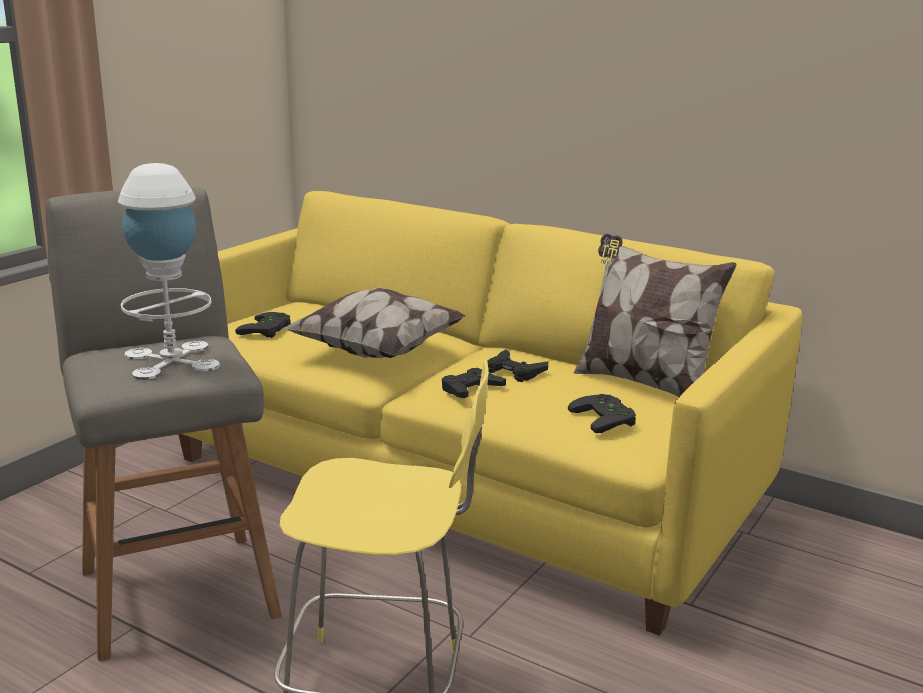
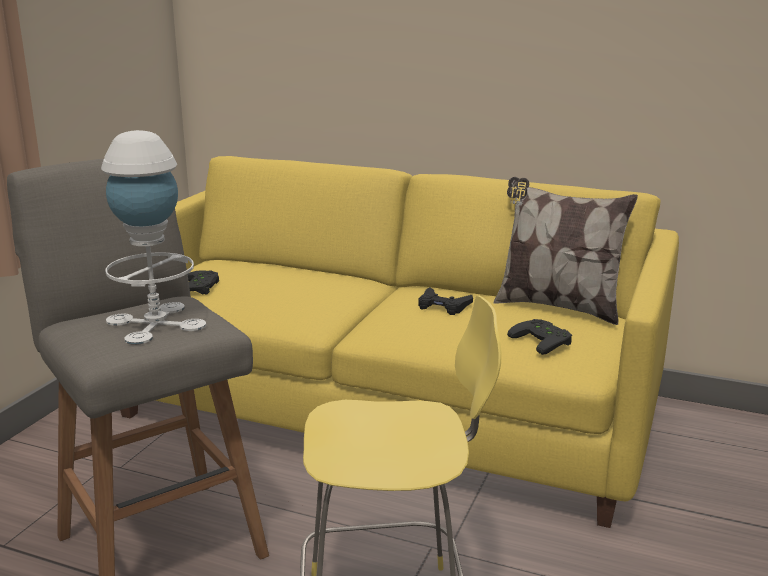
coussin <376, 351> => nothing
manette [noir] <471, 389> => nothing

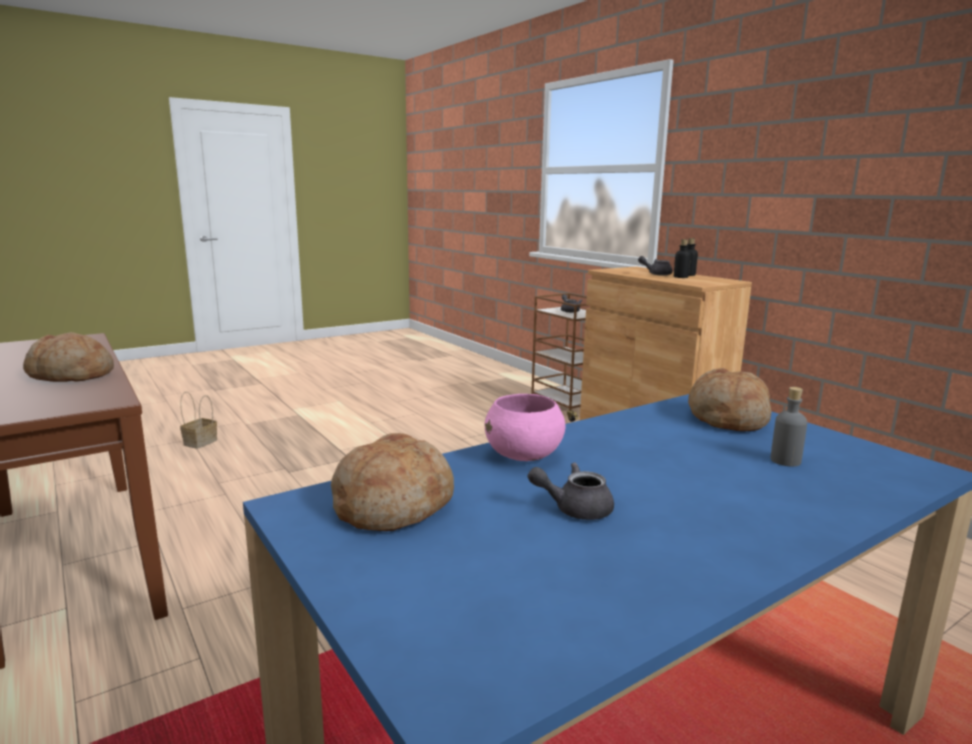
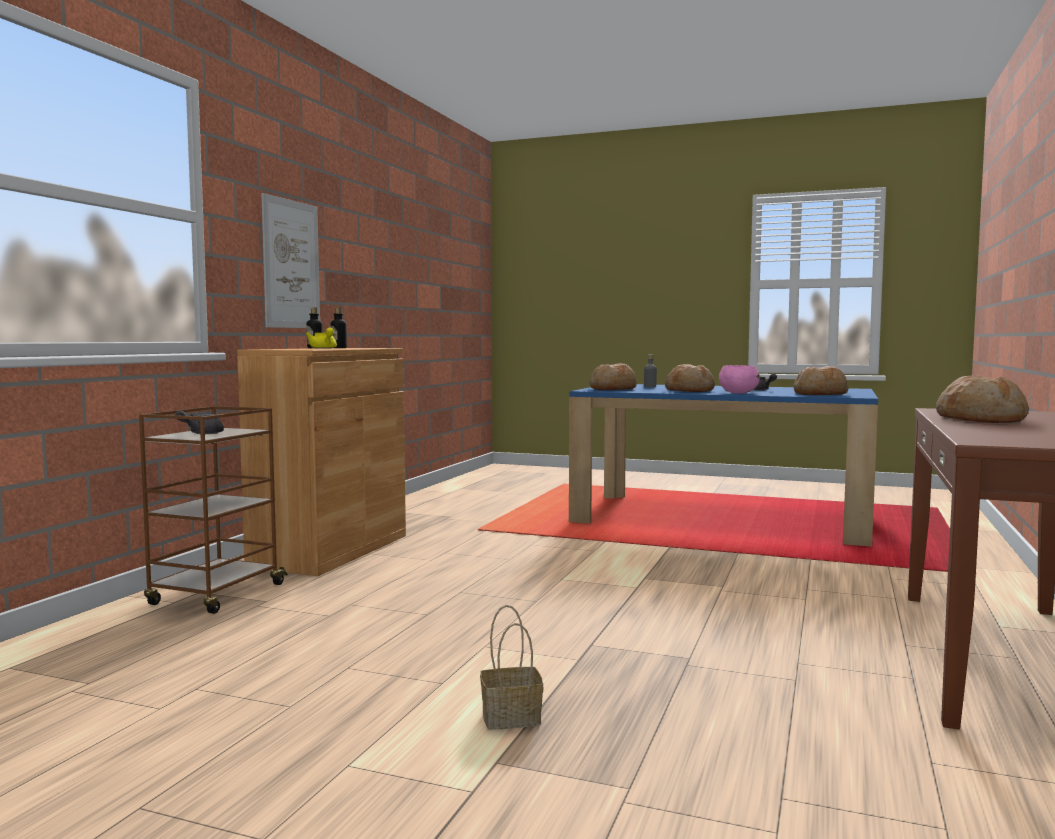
nothing => tableau <291, 264>
nothing => pain <689, 390>
panier <201, 442> => panier <509, 718>, move
théière [gris] <656, 274> => théière [jaune] <324, 348>

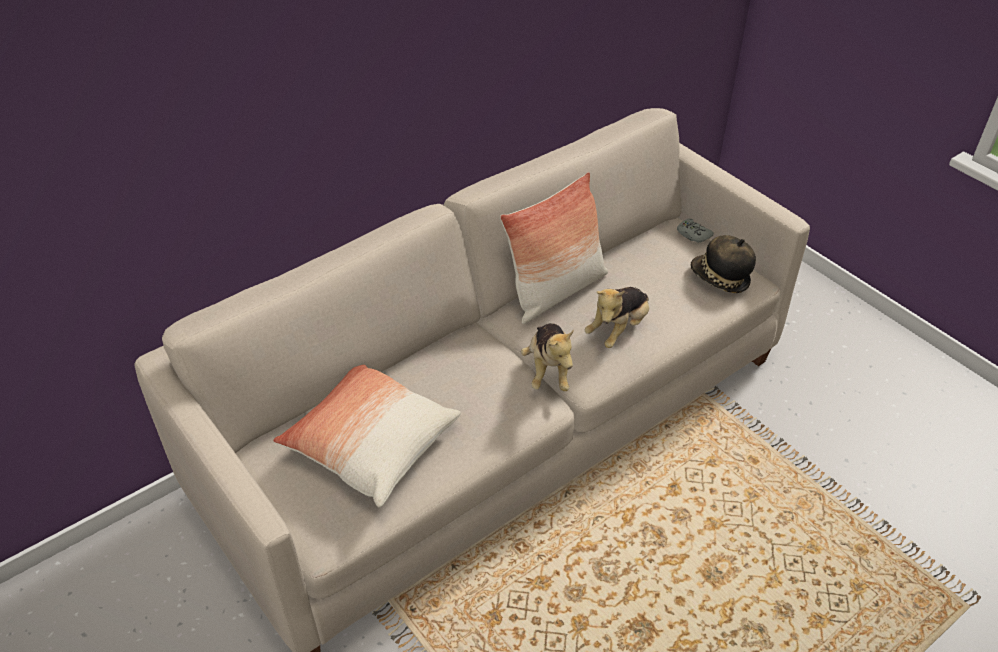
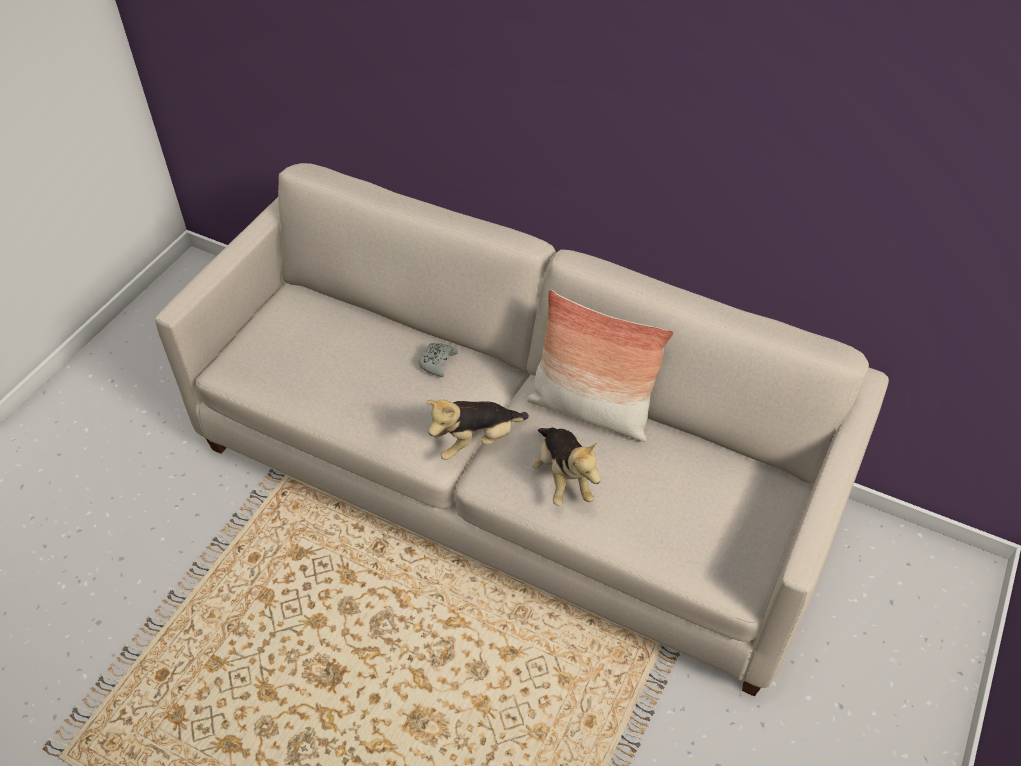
coussin <370, 445> => nothing
chapeau <719, 279> => nothing
manette [gris] <693, 234> => manette [gris] <437, 362>, move
peluche <618, 329> => peluche <563, 477>, 120 degrees counterclockwise

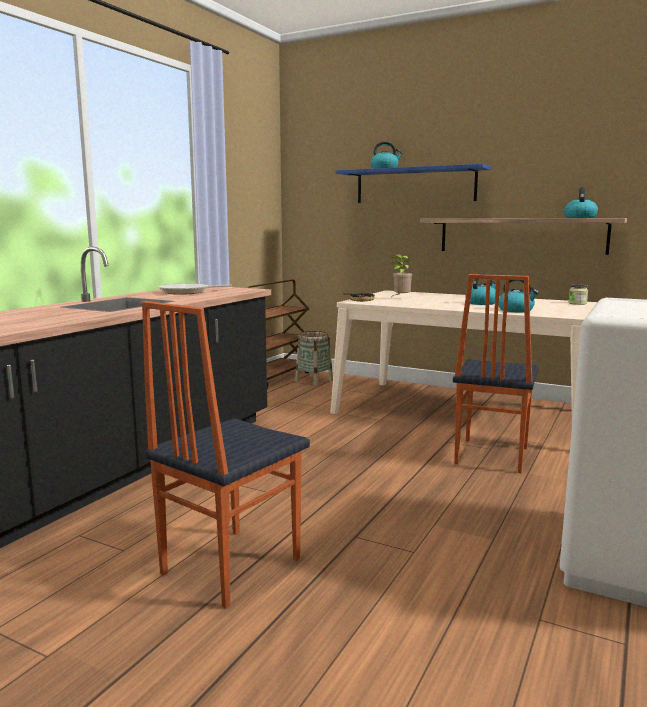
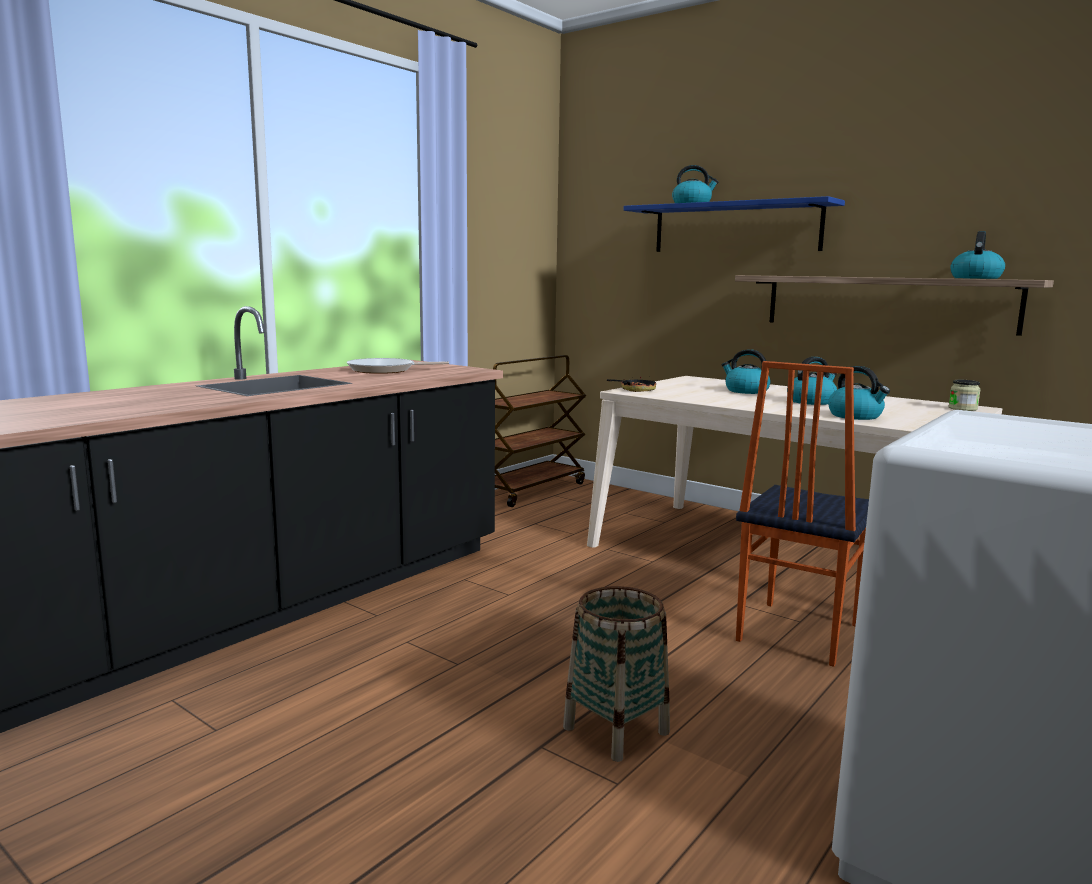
chaise <228, 566> => nothing
plante en pot <400, 298> => nothing
nothing => bouilloire <745, 391>
panier <313, 381> => panier <615, 730>, move

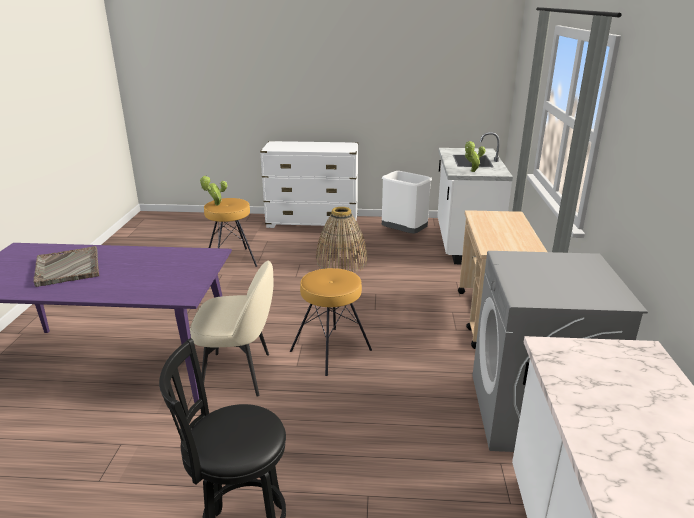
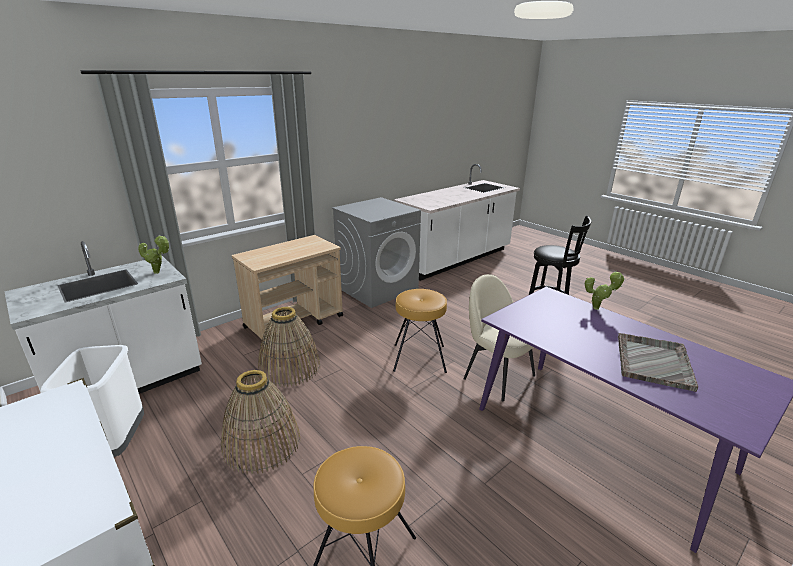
nothing => panier <289, 368>
plante en pot <215, 205> => plante en pot <598, 308>, move

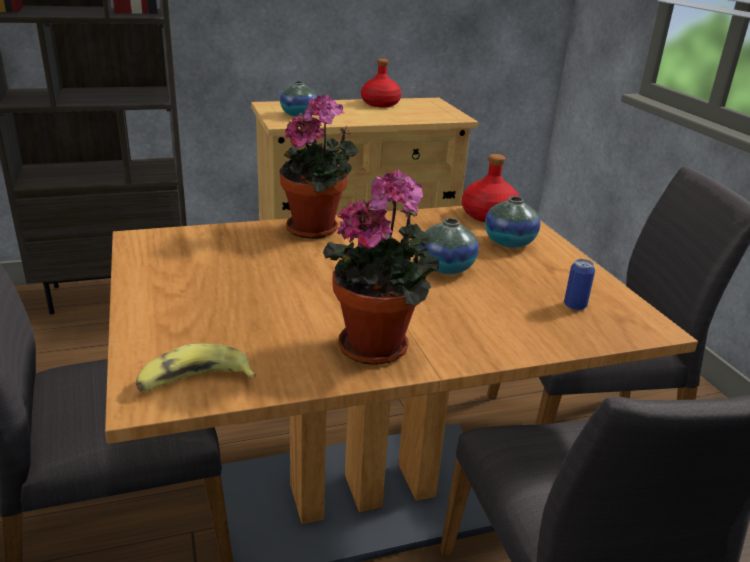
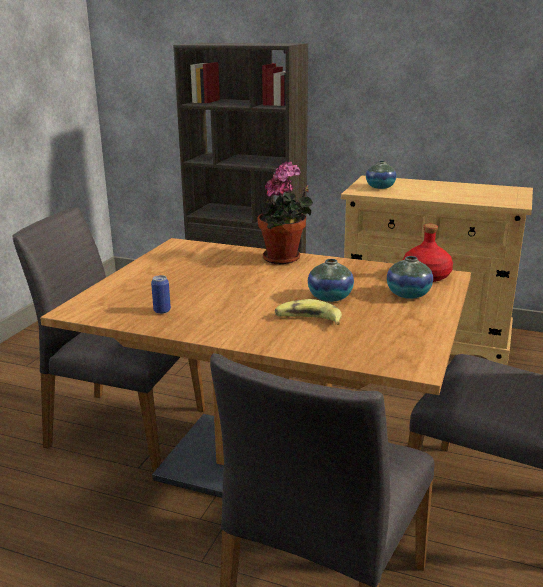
plante en pot <379, 345> => nothing
bouteille [rouge] <380, 104> => nothing
banane <194, 381> => banane <308, 320>, move
boîte métallique <575, 305> => boîte métallique <162, 310>, move

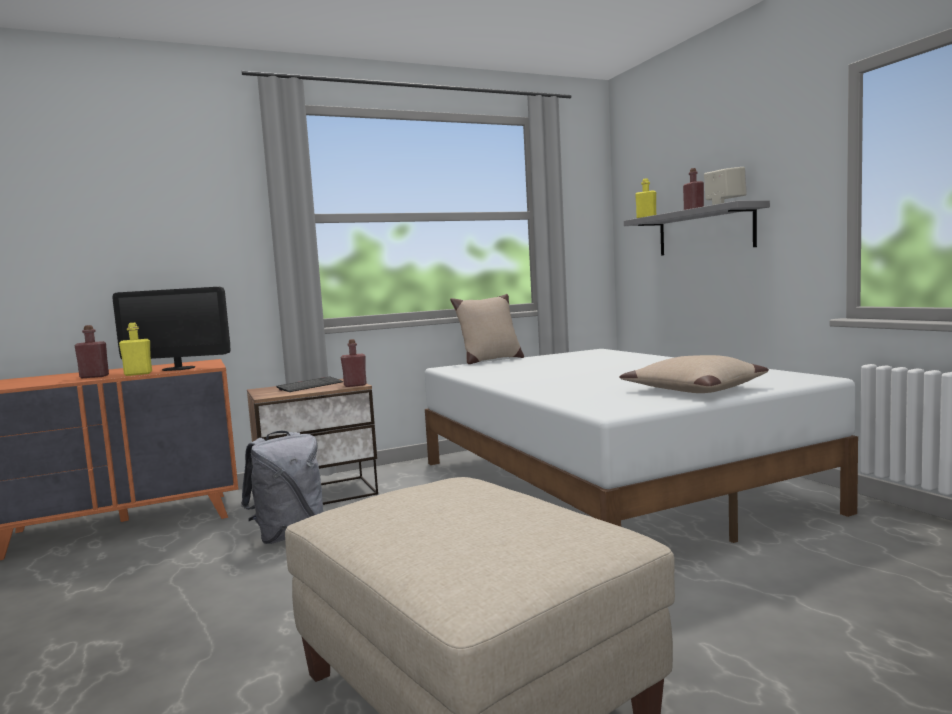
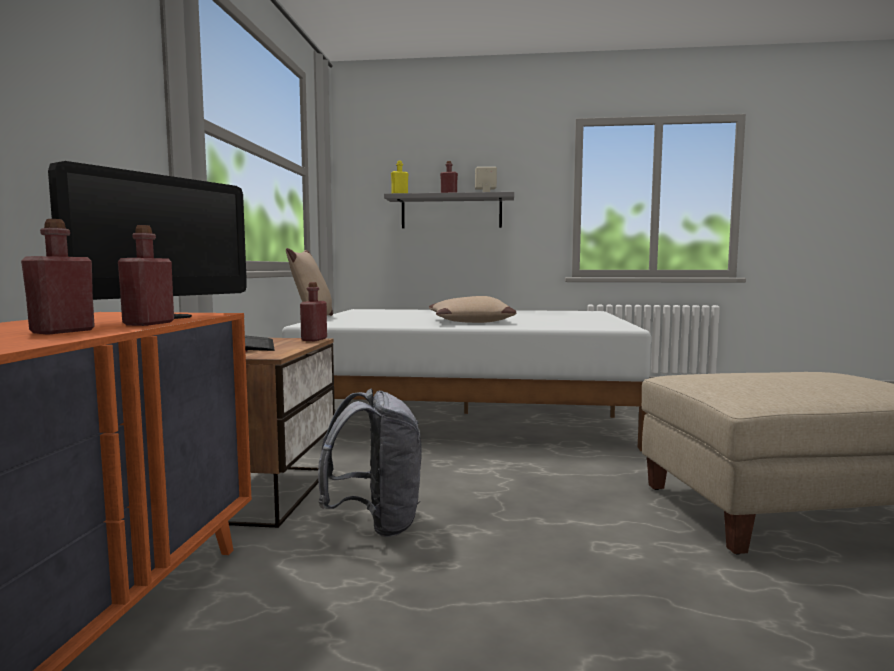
coussin [beige] <692, 389> => coussin [beige] <471, 322>, move
bouteille [jaune] <138, 374> => bouteille [rouge] <149, 323>

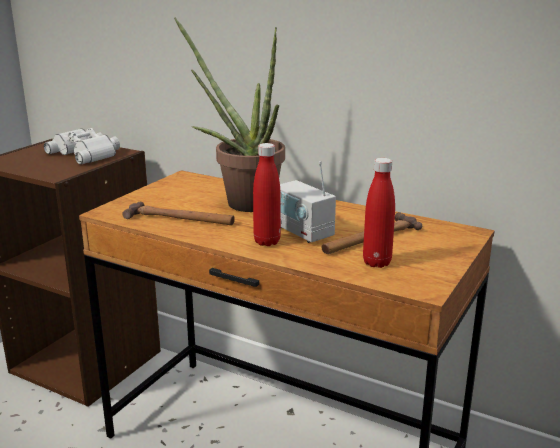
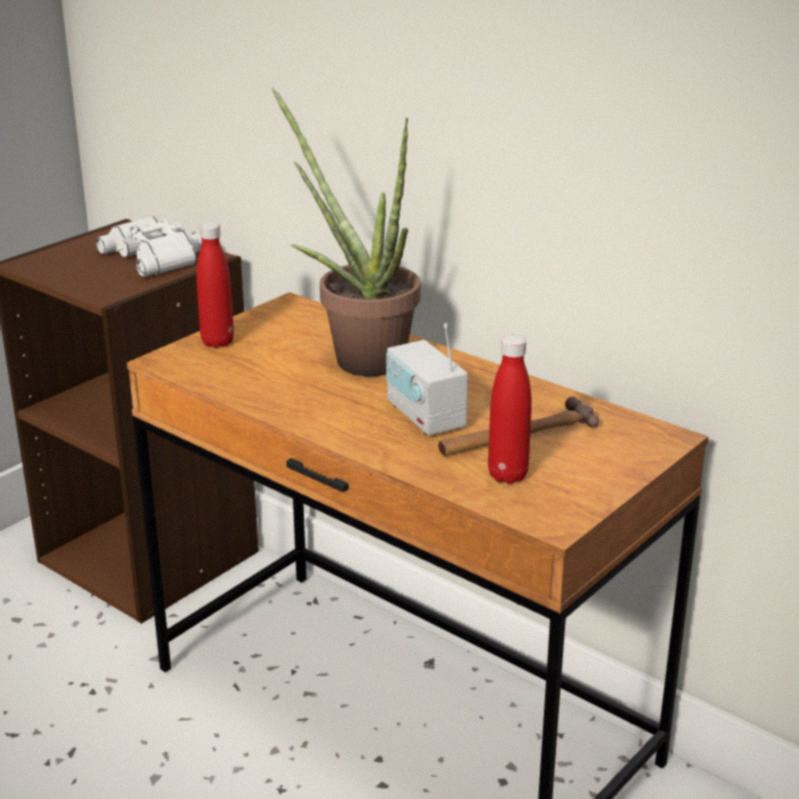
marteau <180, 219> => nothing
bouteille [rouge] <267, 242> => bouteille [rouge] <217, 342>, move

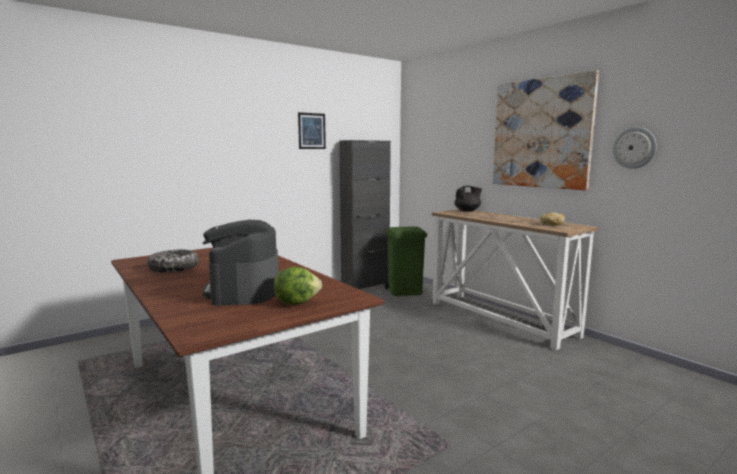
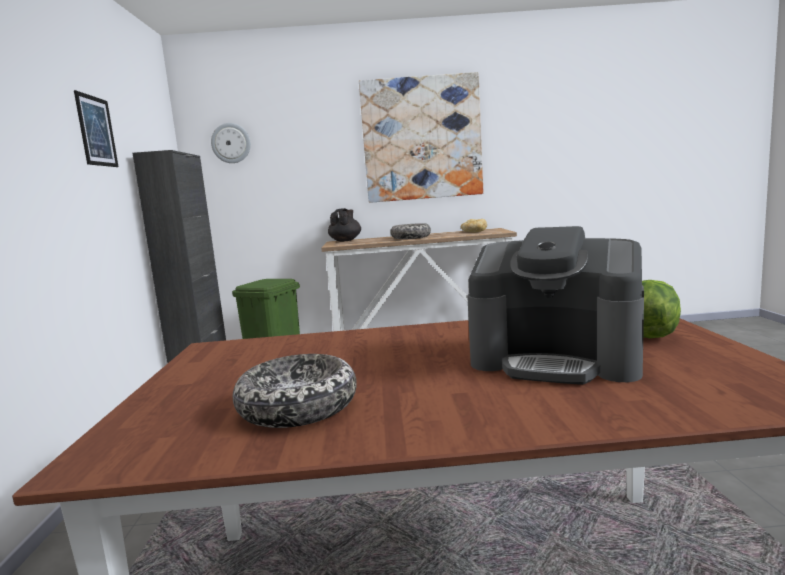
nothing => bol <411, 237>
horloge murale <634, 147> => horloge murale <231, 143>, move

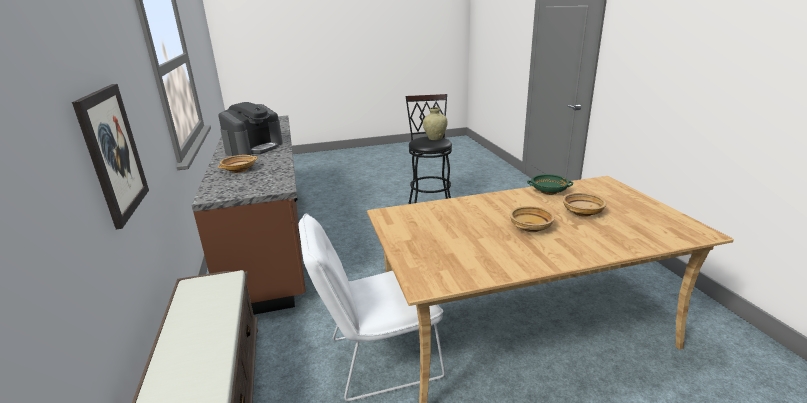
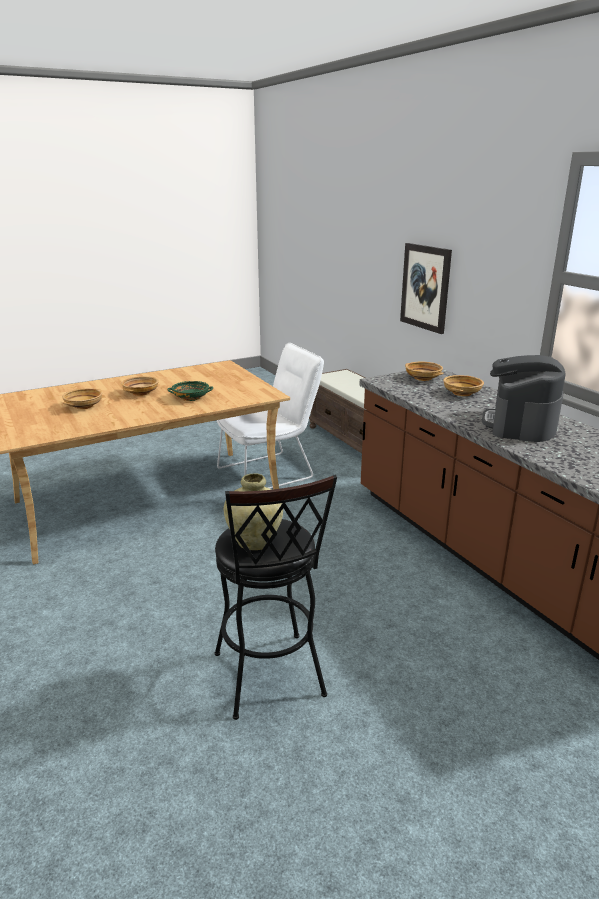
nothing => bol [beige] <423, 378>
bol [vert] <548, 191> => bol [vert] <191, 398>, move

